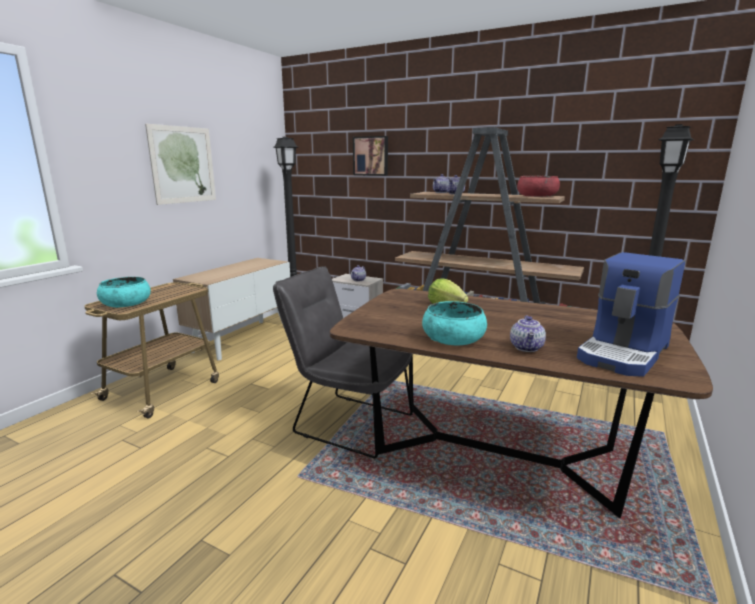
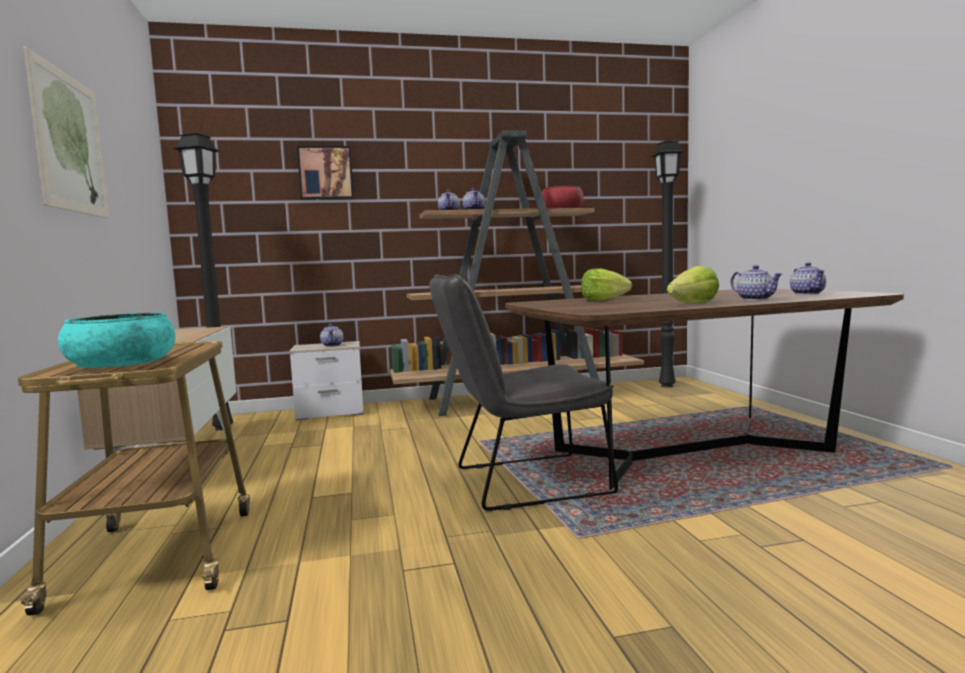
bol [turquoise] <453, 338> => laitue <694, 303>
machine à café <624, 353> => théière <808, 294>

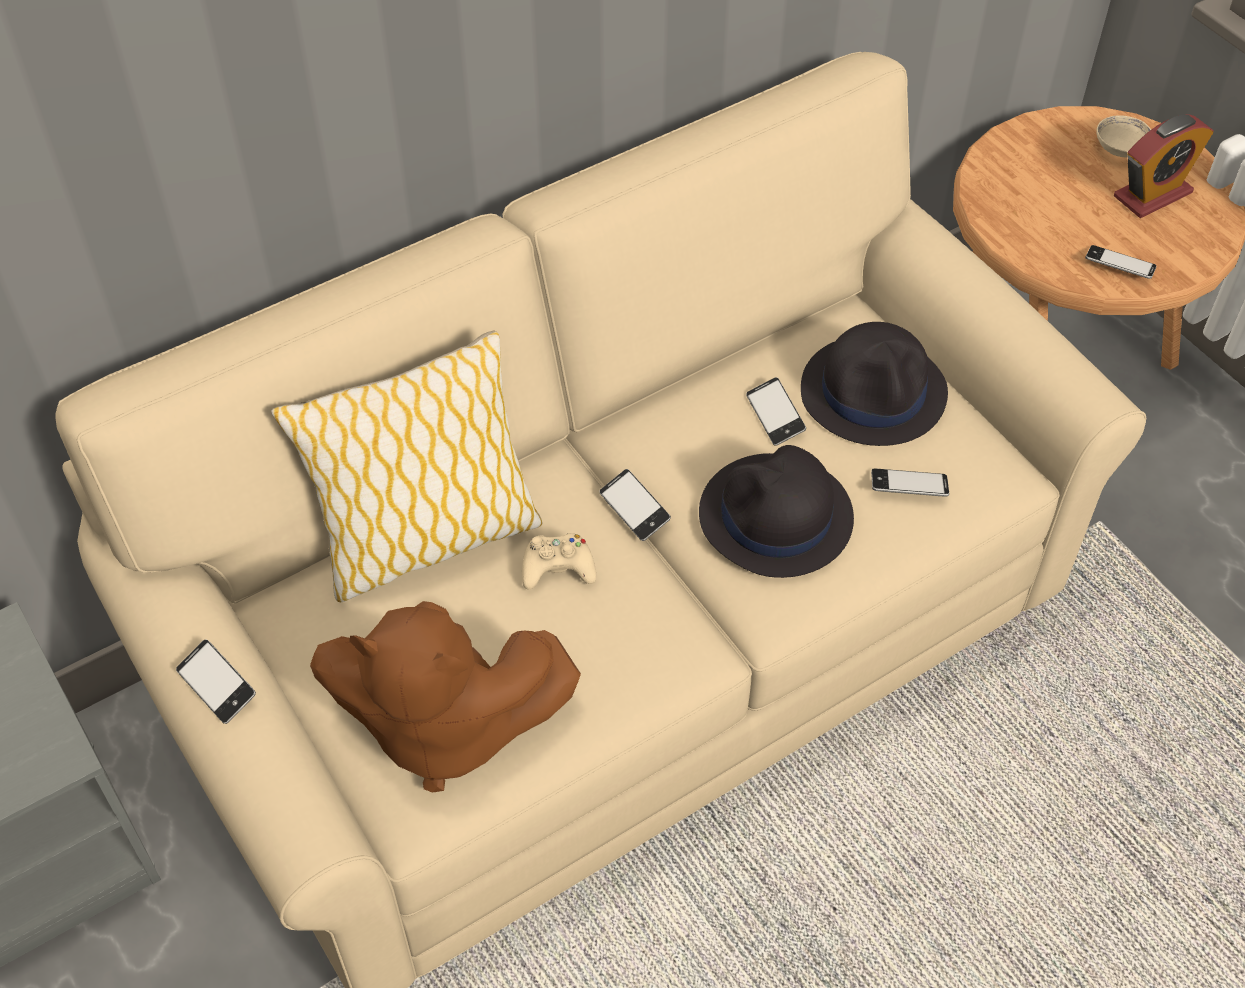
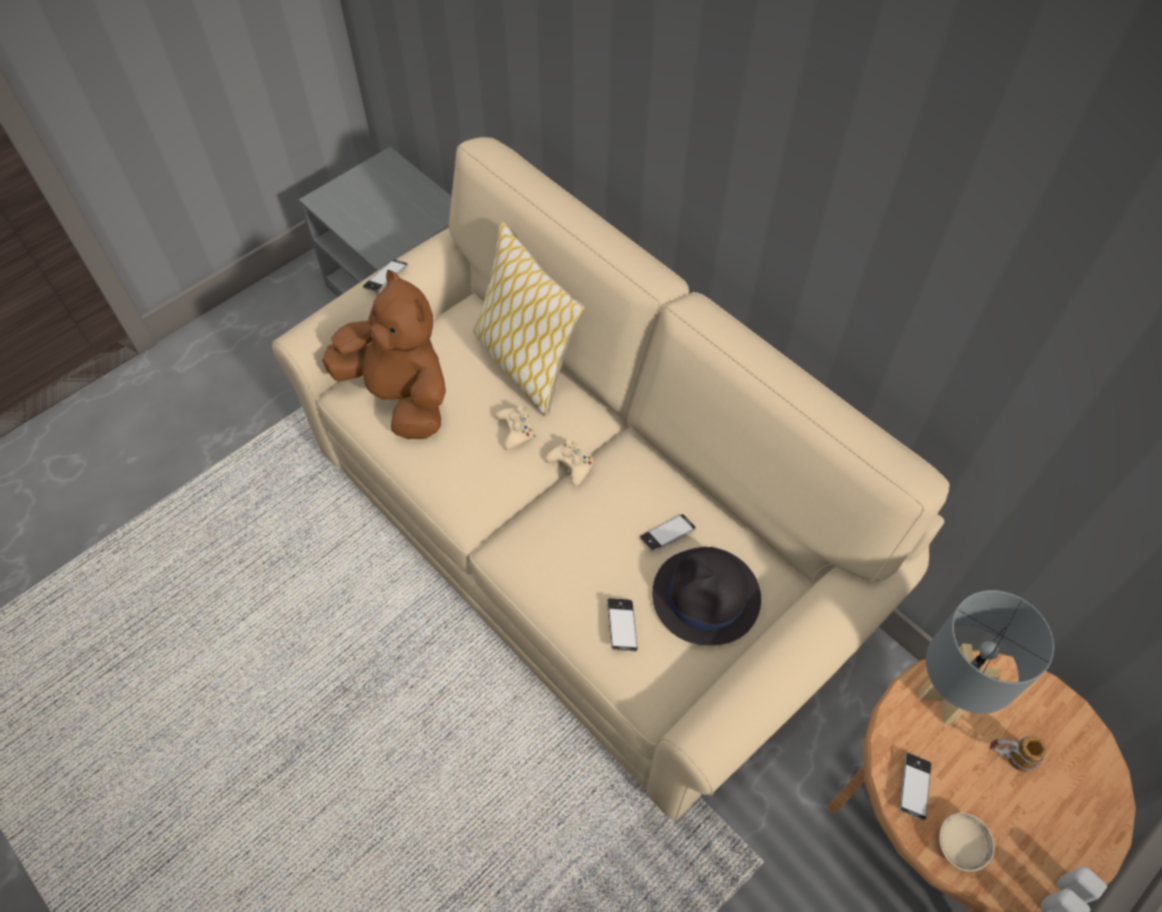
chapeau [noir] <775, 518> => nothing
réveil <1152, 195> => nothing
nothing => lampe de table [gris] <944, 696>
nothing => mug <1007, 756>
bol [beige] <1120, 149> => bol [beige] <960, 845>, move
téléphone <634, 509> => manette [beige] <571, 465>
peluche [marron] <444, 726> => peluche [marron] <400, 396>, 135 degrees clockwise

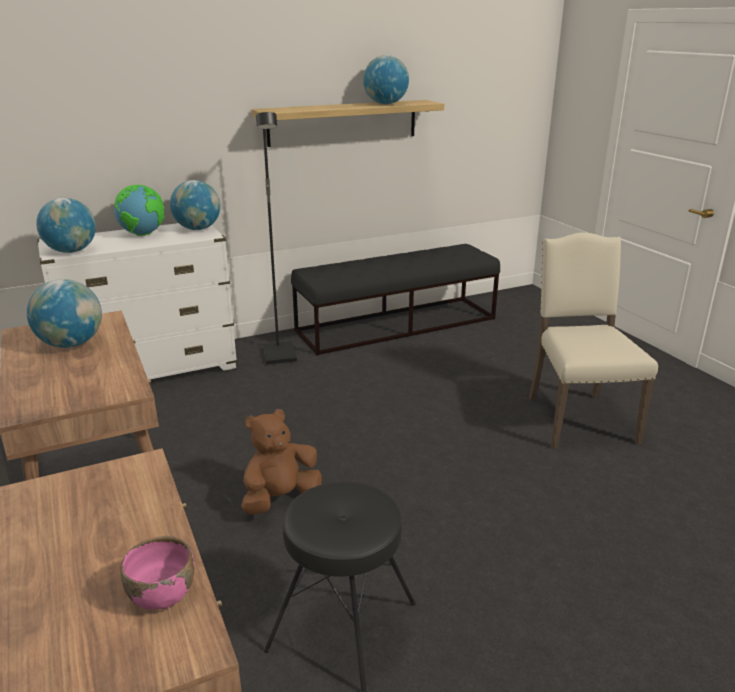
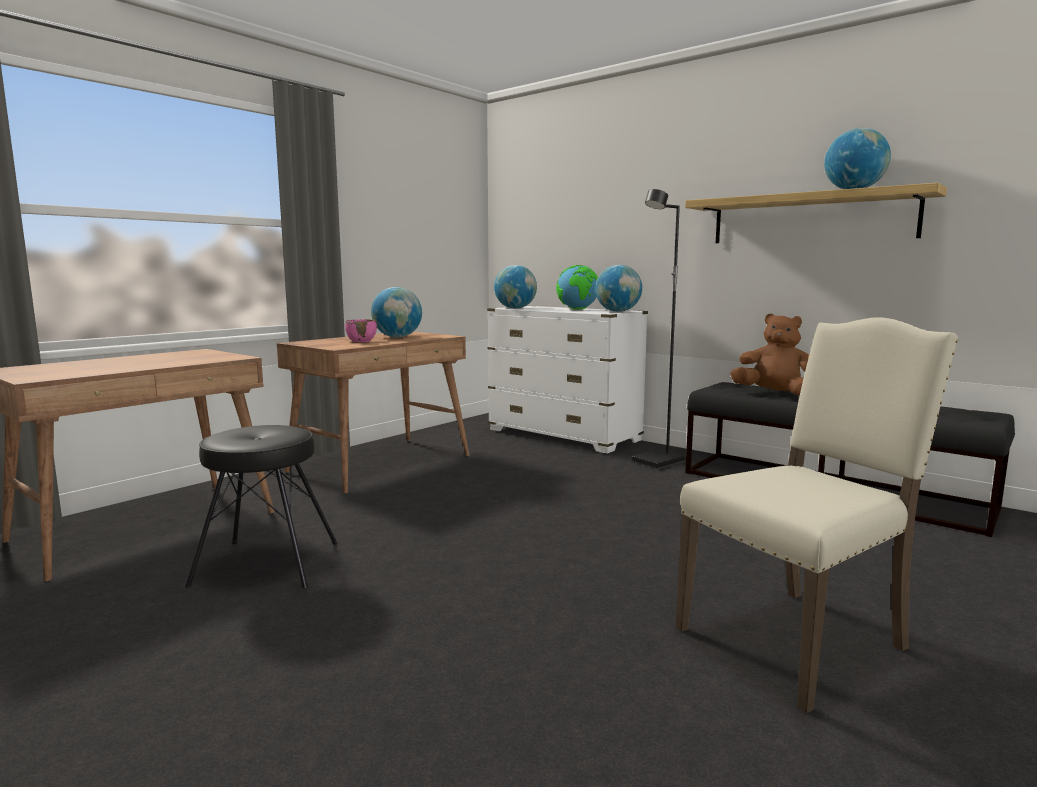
bol [rose] <162, 594> => bol [rose] <361, 341>, move
peluche [marron] <280, 498> => peluche [marron] <775, 394>, move

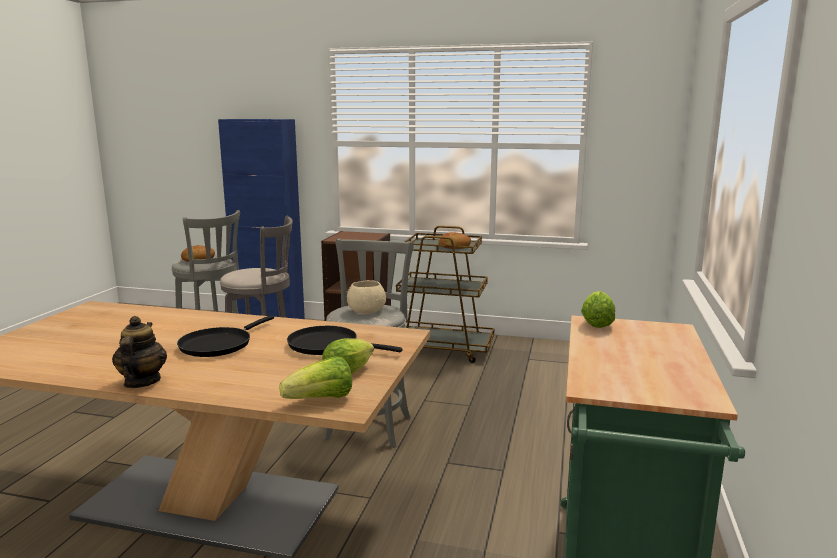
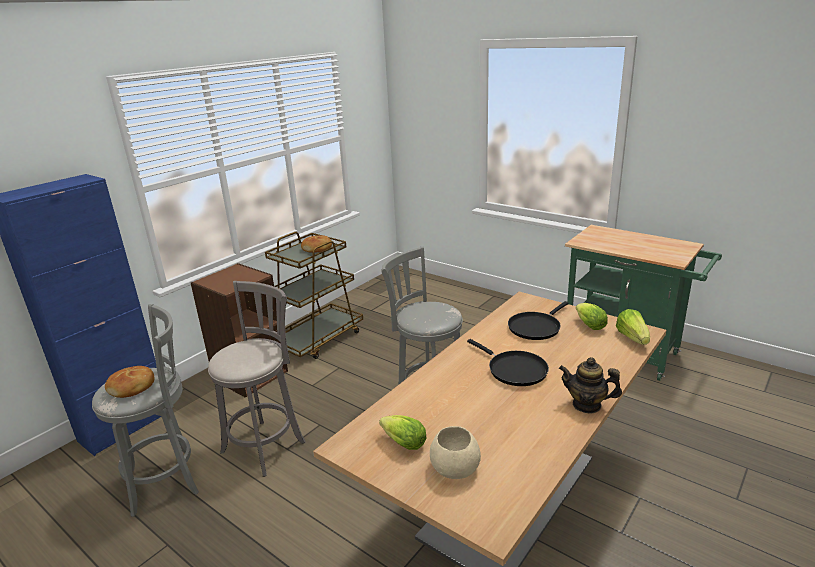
bol [beige] <366, 311> => bol [beige] <455, 468>, move
laitue <596, 323> => laitue <401, 442>, move

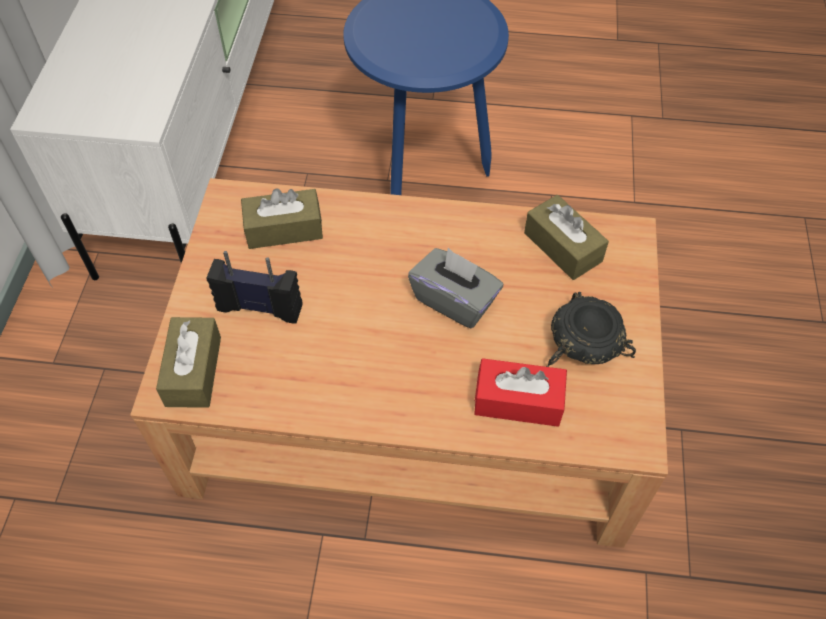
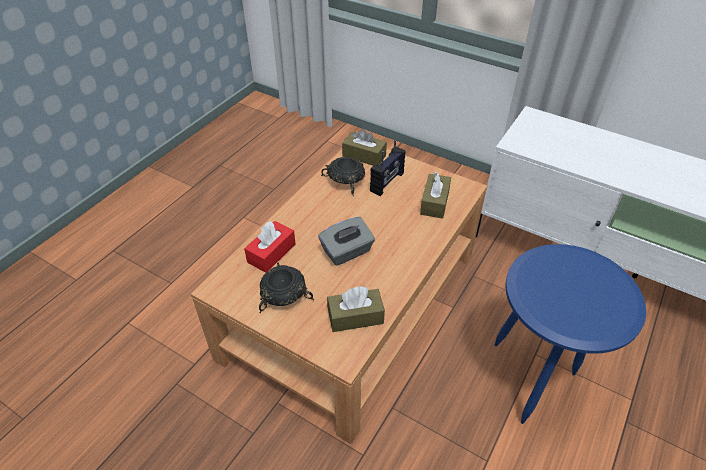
nothing => bol [noir] <346, 181>

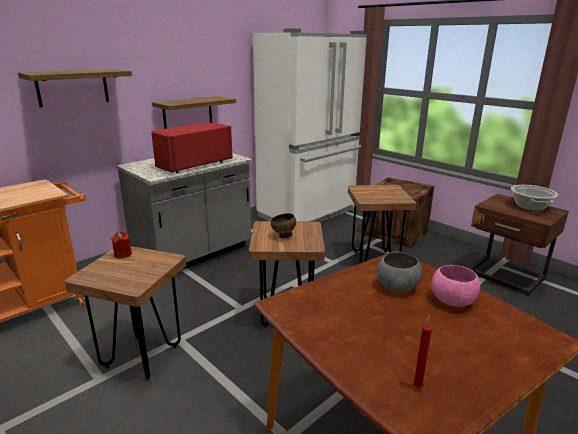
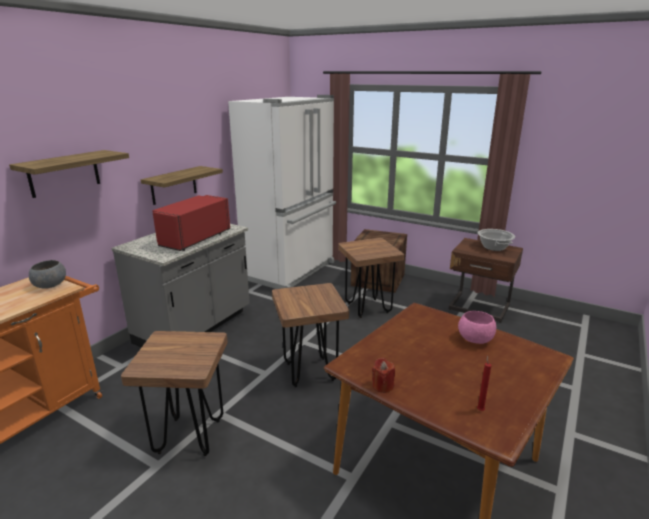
bol [marron] <283, 236> => nothing
bougie [rouge] <123, 254> => bougie [rouge] <382, 386>, move
bol [gris] <396, 287> => bol [gris] <49, 285>, move

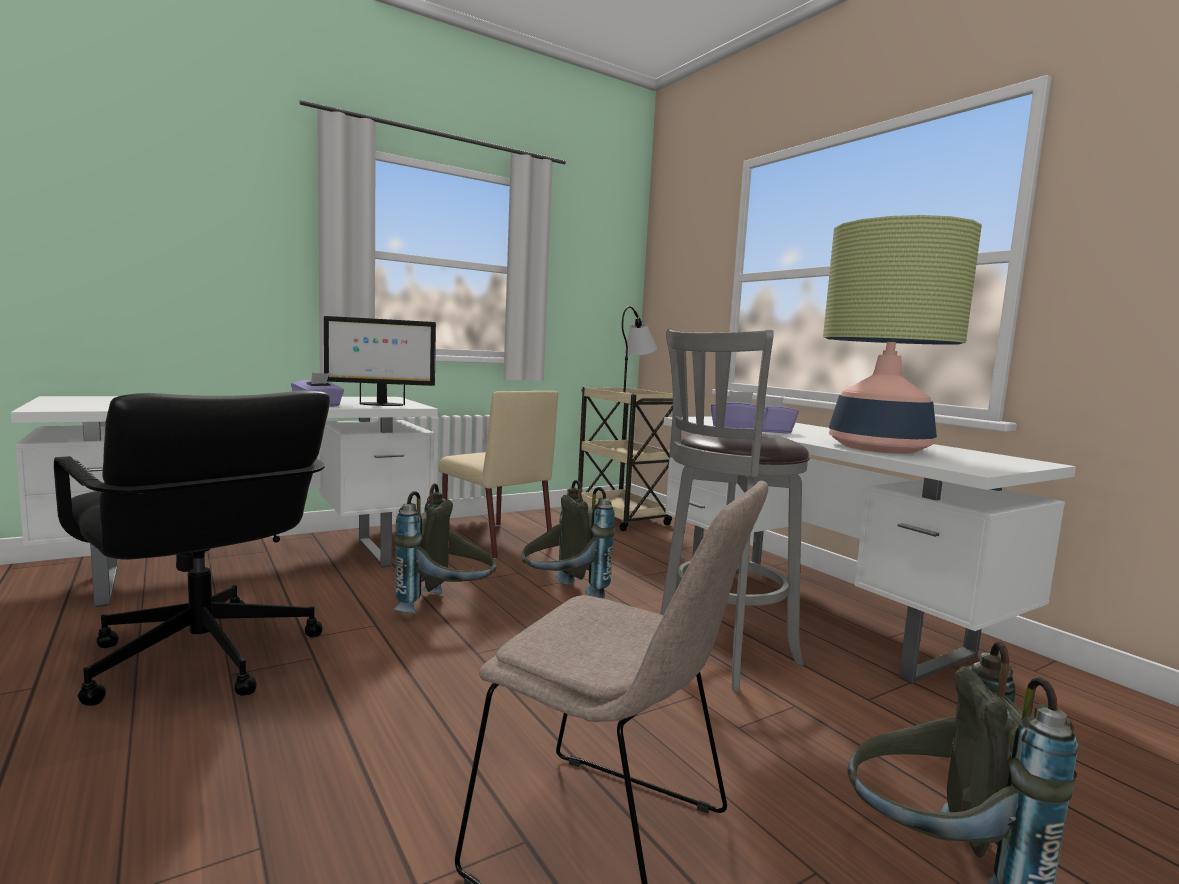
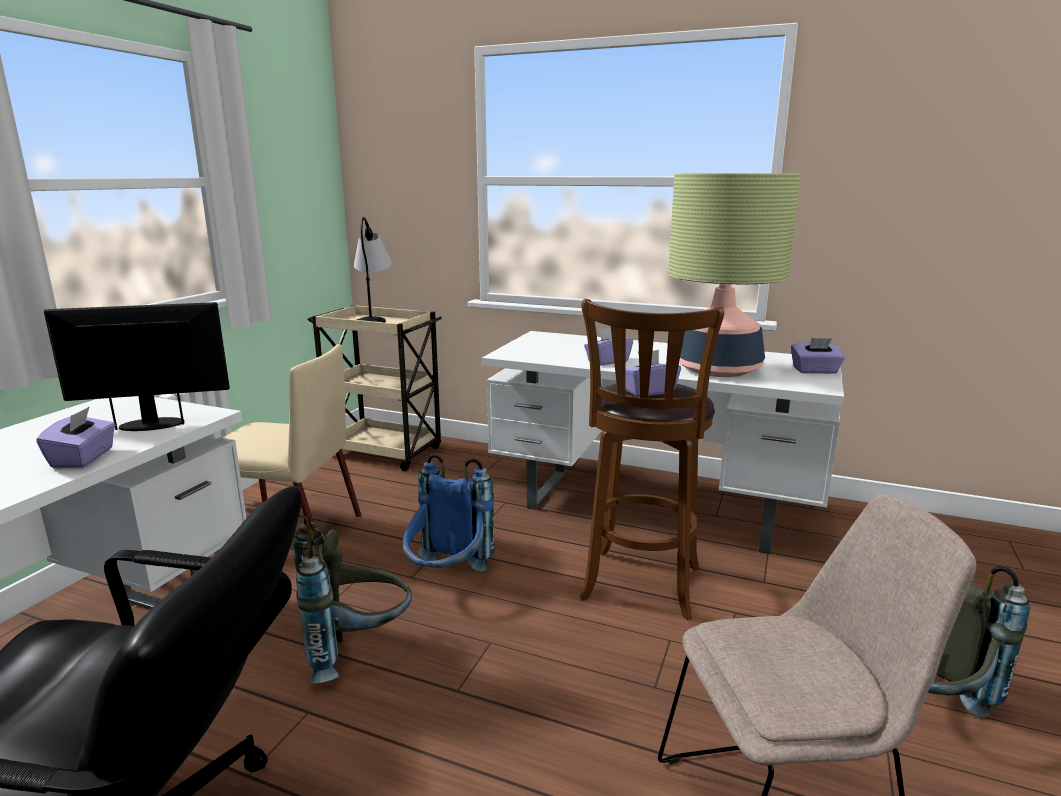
nothing => boîte à mouchoirs [violet] <815, 371>
sac à dos [gris] <562, 596> => sac à dos [bleu] <447, 579>
tabouret [gris] <720, 655> => tabouret [marron] <640, 587>
écran d'ordinateur <380, 404> => écran d'ordinateur <153, 424>, 150 degrees counterclockwise

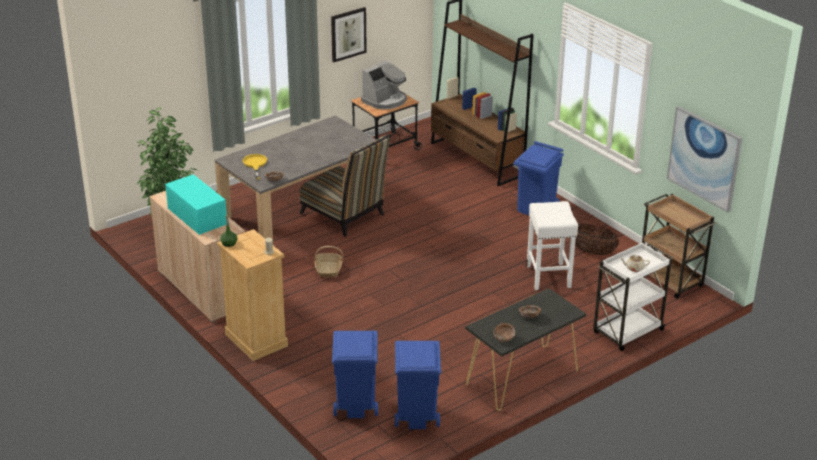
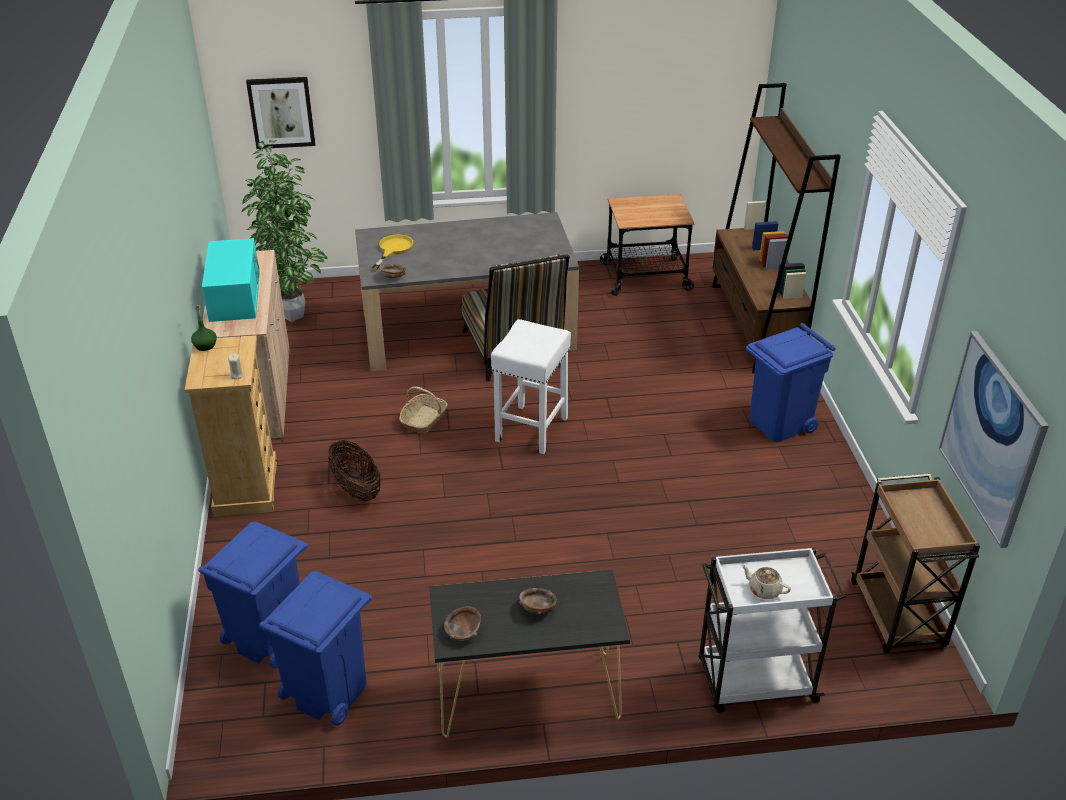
machine à café <385, 100> => nothing
tableau <348, 34> => tableau <281, 112>, move
tabouret [blanc] <549, 277> => tabouret [blanc] <531, 430>, move
panier <592, 251> => panier <356, 489>, move

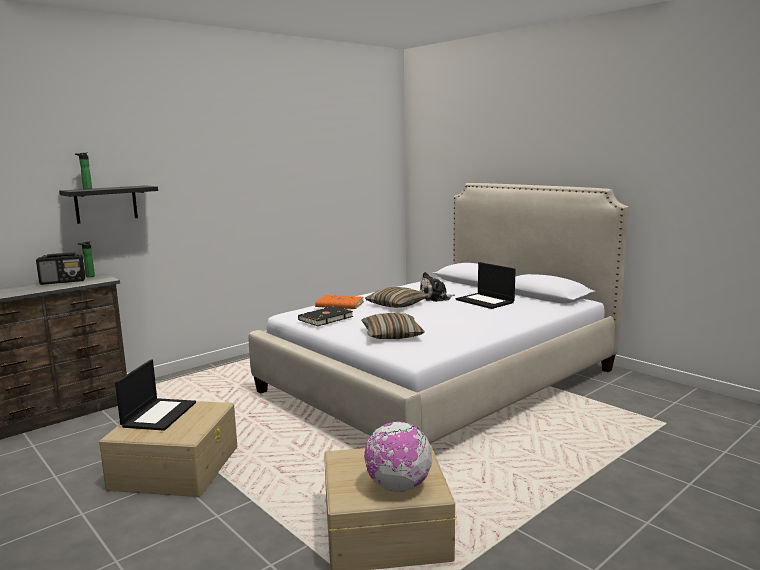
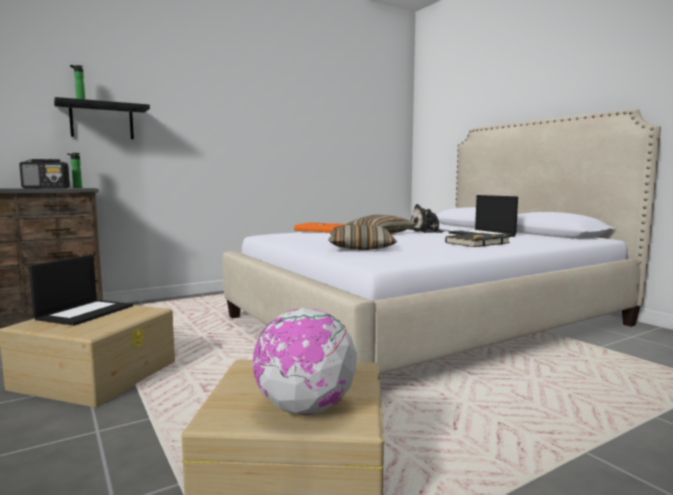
livre [noir] <325, 318> => livre [noir] <476, 243>, move

